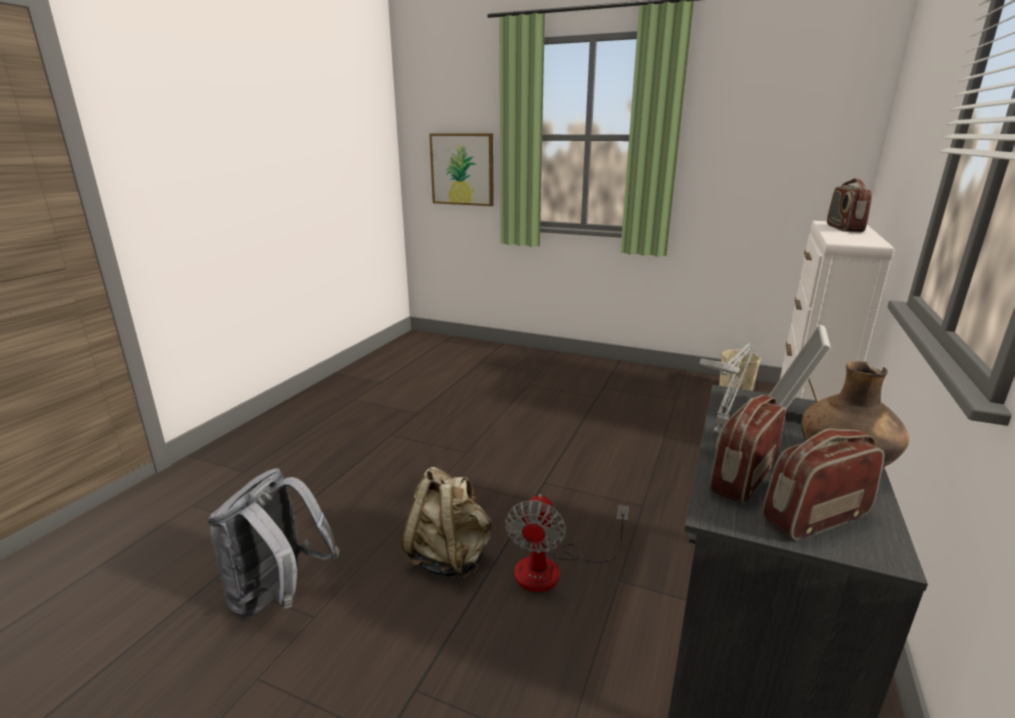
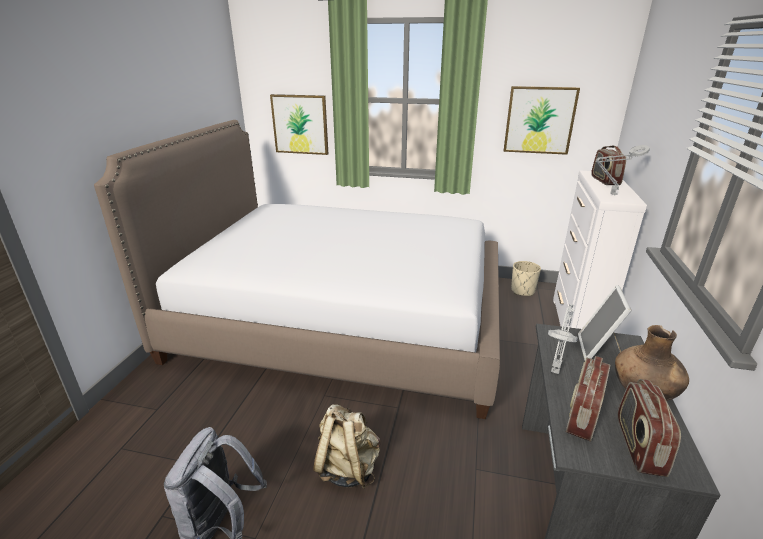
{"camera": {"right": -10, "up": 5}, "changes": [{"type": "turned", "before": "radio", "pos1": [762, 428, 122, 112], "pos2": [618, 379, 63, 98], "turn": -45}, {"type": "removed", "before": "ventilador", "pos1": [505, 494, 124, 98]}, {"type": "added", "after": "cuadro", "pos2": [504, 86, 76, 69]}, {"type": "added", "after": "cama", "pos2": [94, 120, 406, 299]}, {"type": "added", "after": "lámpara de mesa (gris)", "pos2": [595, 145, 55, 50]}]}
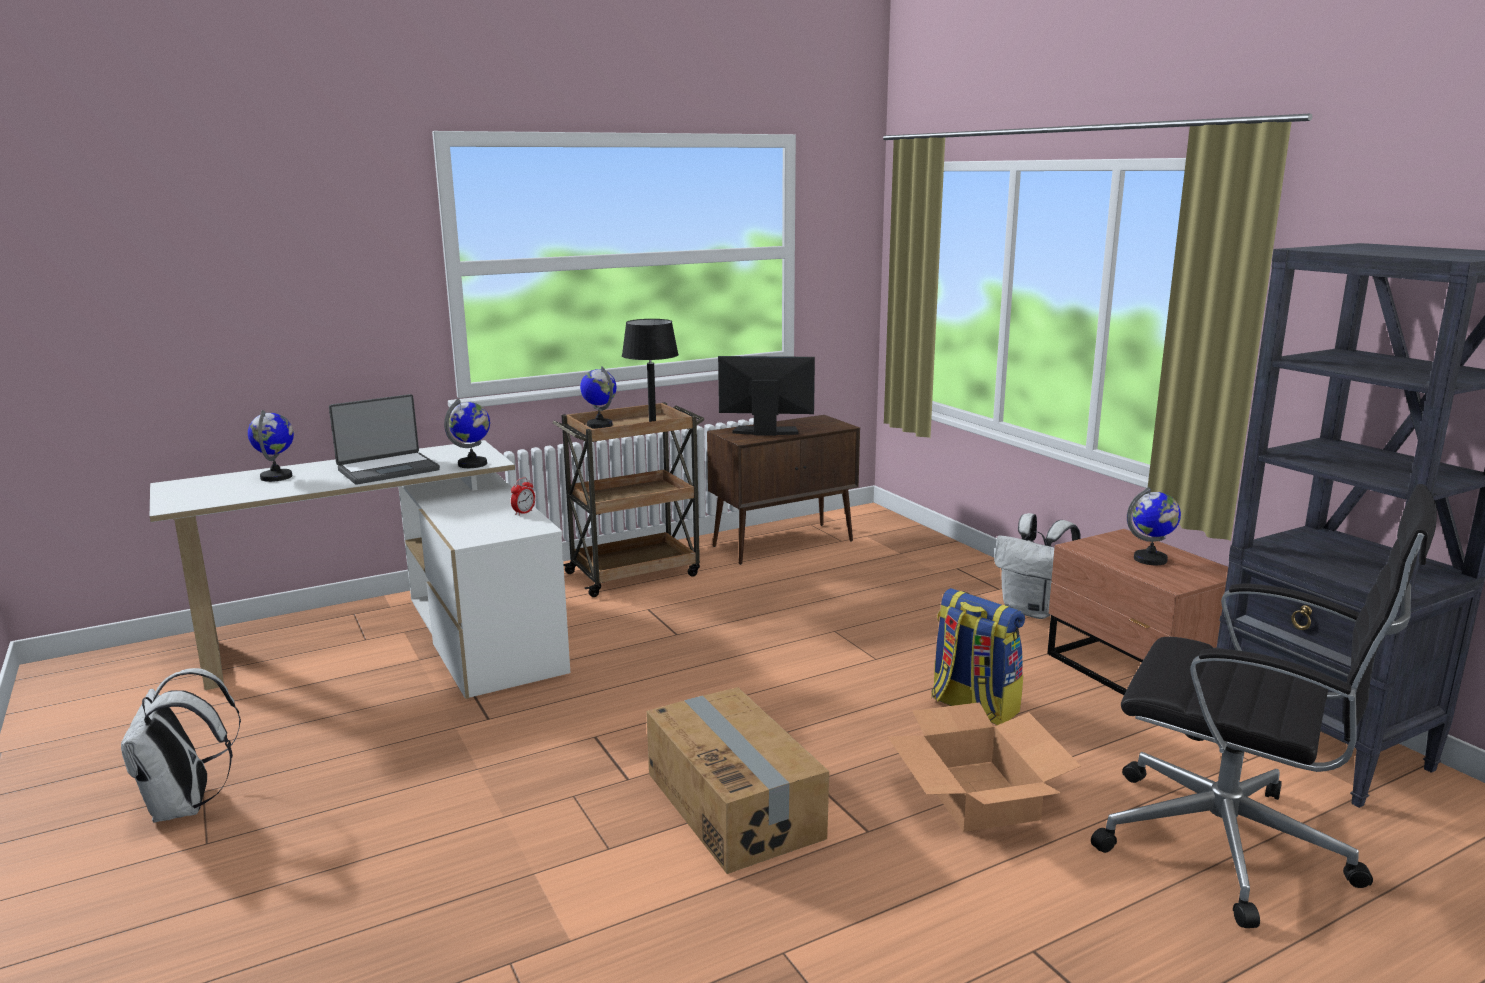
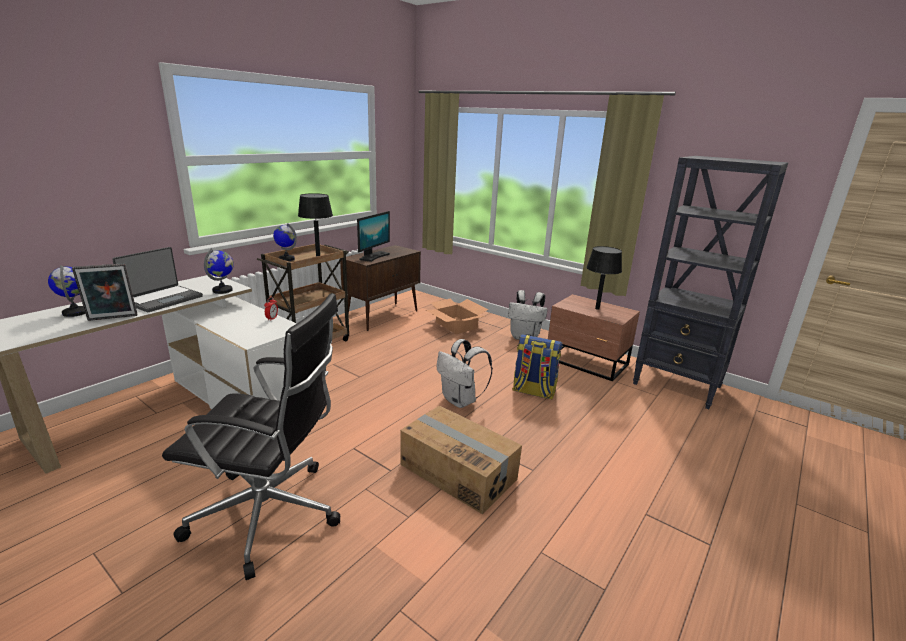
{"camera": {"right": -25, "up": 5}, "changes": [{"type": "turned", "before": "monitor", "pos1": [718, 356, 97, 80], "pos2": [357, 211, 33, 51], "turn": 135}, {"type": "moved", "before": "silla de oficina (negro)", "pos1": [1091, 484, 346, 444], "pos2": [162, 293, 178, 287]}, {"type": "replaced", "before": "globo terráqueo", "after": "lámpara de mesa (negro)", "pos1": [1127, 487, 54, 78], "pos2": [586, 246, 36, 64]}, {"type": "moved", "before": "mochila (blanco)", "pos1": [121, 668, 120, 155], "pos2": [437, 339, 56, 69]}, {"type": "moved", "before": "caja de cartón", "pos1": [887, 702, 194, 130], "pos2": [426, 298, 63, 36]}, {"type": "added", "after": "portarretratos", "pos2": [72, 263, 65, 58]}]}
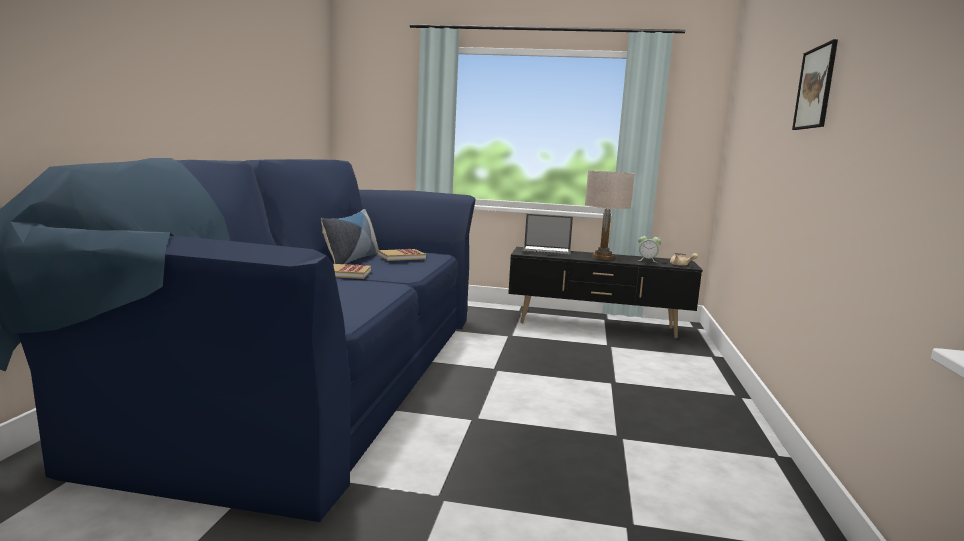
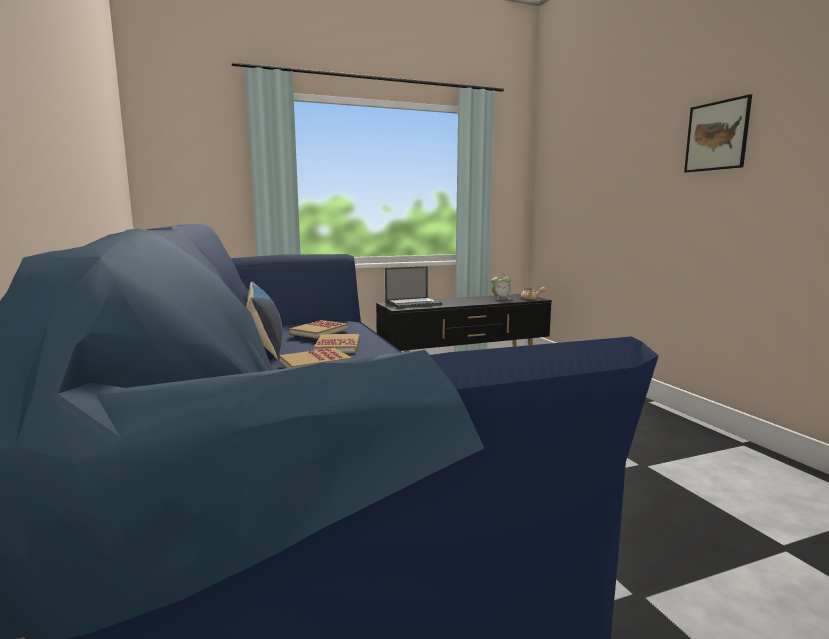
{"camera": {"right": -30, "up": 0}, "changes": [{"type": "removed", "before": "lámpara de mesa (beis)", "pos1": [585, 171, 50, 89]}, {"type": "added", "after": "libro", "pos2": [314, 334, 46, 19]}]}
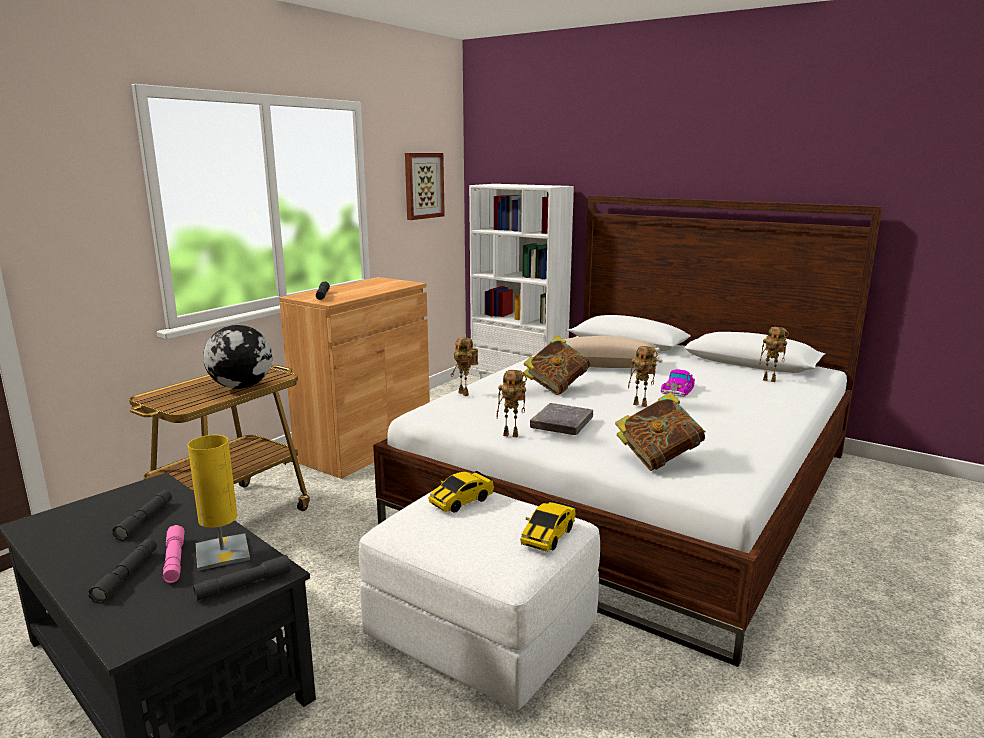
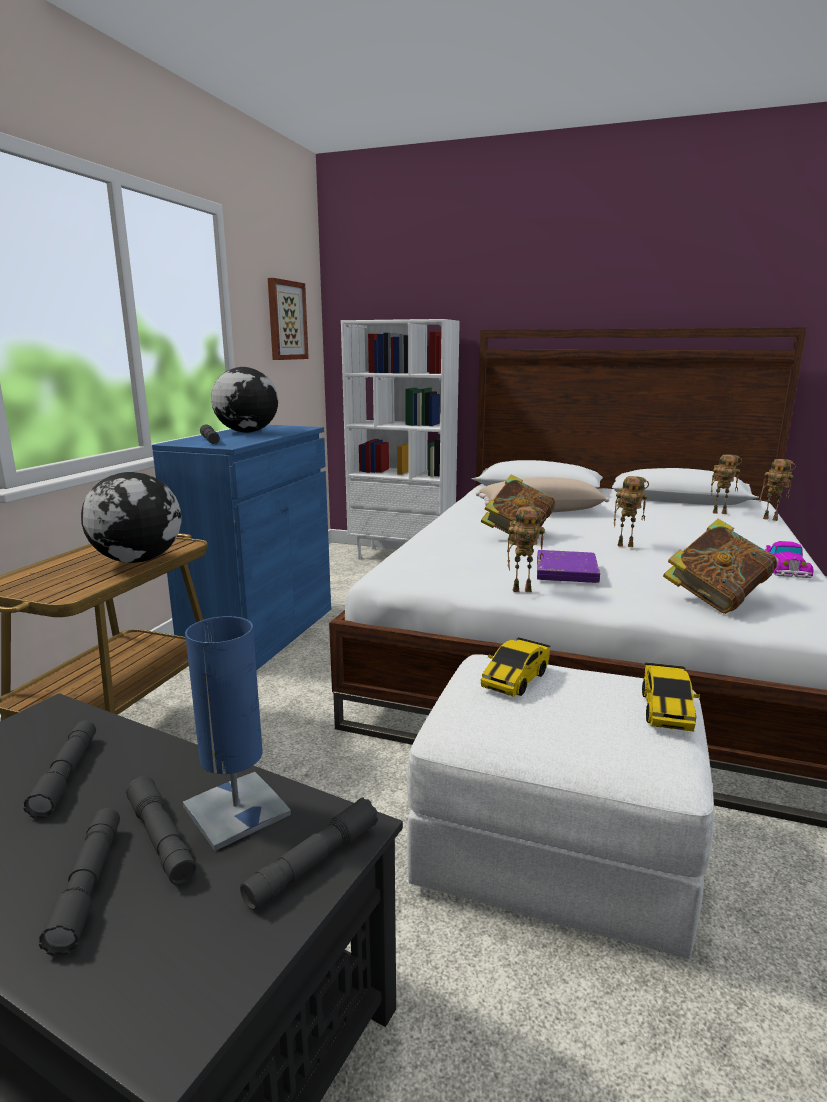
{"camera": {"right": -15, "up": 0}, "changes": [{"type": "recoloured", "before": "armario (marrón)", "after": "armario (azul)", "pos1": [279, 277, 151, 202], "pos2": [152, 425, 179, 246]}, {"type": "moved", "before": "robot de juguete", "pos1": [451, 337, 27, 59], "pos2": [760, 459, 36, 62]}, {"type": "moved", "before": "coche de juguete", "pos1": [661, 369, 34, 28], "pos2": [765, 541, 48, 37]}, {"type": "recoloured", "before": "libro (gris)", "after": "libro (morado)", "pos1": [530, 403, 63, 32], "pos2": [537, 550, 63, 33]}, {"type": "recoloured", "before": "lámpara de mesa (amarillo)", "after": "lámpara de mesa (azul)", "pos1": [188, 435, 62, 136], "pos2": [183, 616, 108, 235]}, {"type": "recoloured", "before": "linterna (rosa)", "after": "linterna (gris)", "pos1": [163, 525, 22, 58], "pos2": [126, 776, 70, 109]}, {"type": "added", "after": "globo terráqueo", "pos2": [211, 367, 67, 66]}]}
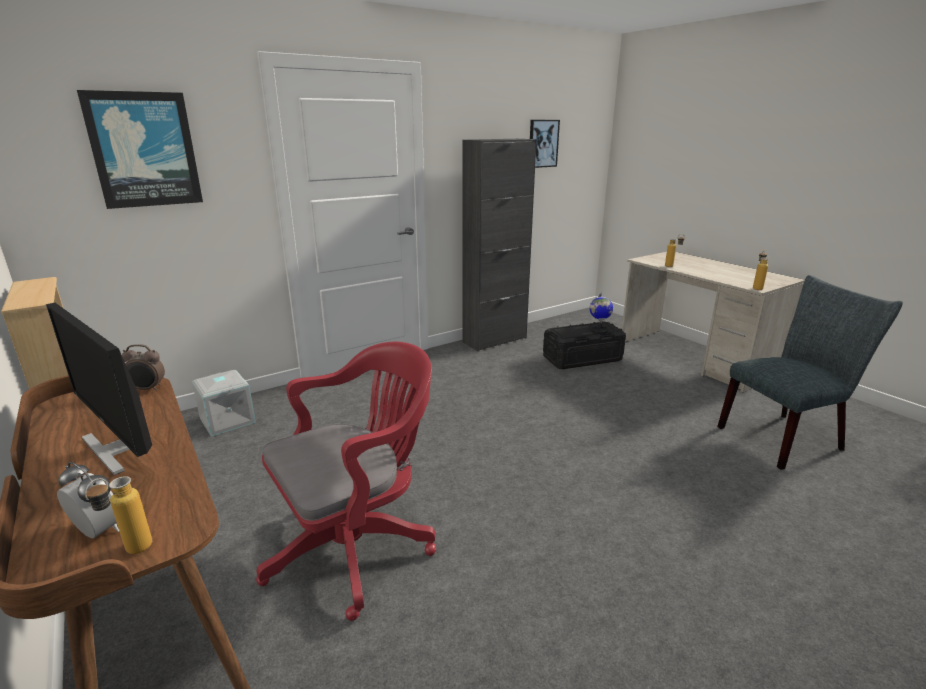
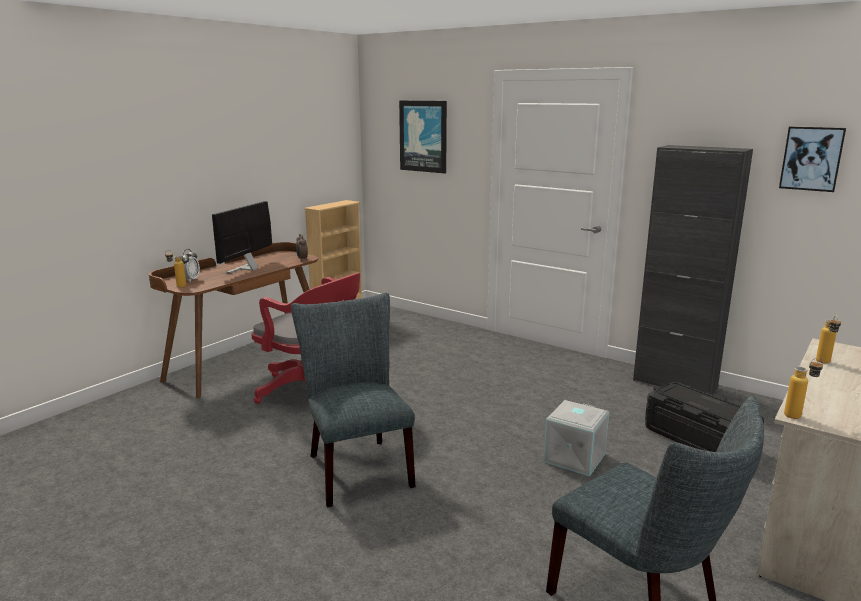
{"camera": {"right": 70, "up": -5}, "changes": [{"type": "removed", "before": "globo terráqueo", "pos1": [590, 293, 23, 41]}, {"type": "moved", "before": "caja de almacenaje (gris)", "pos1": [192, 370, 64, 67], "pos2": [543, 400, 66, 76]}, {"type": "added", "after": "silla (gris)", "pos2": [291, 293, 125, 214]}]}
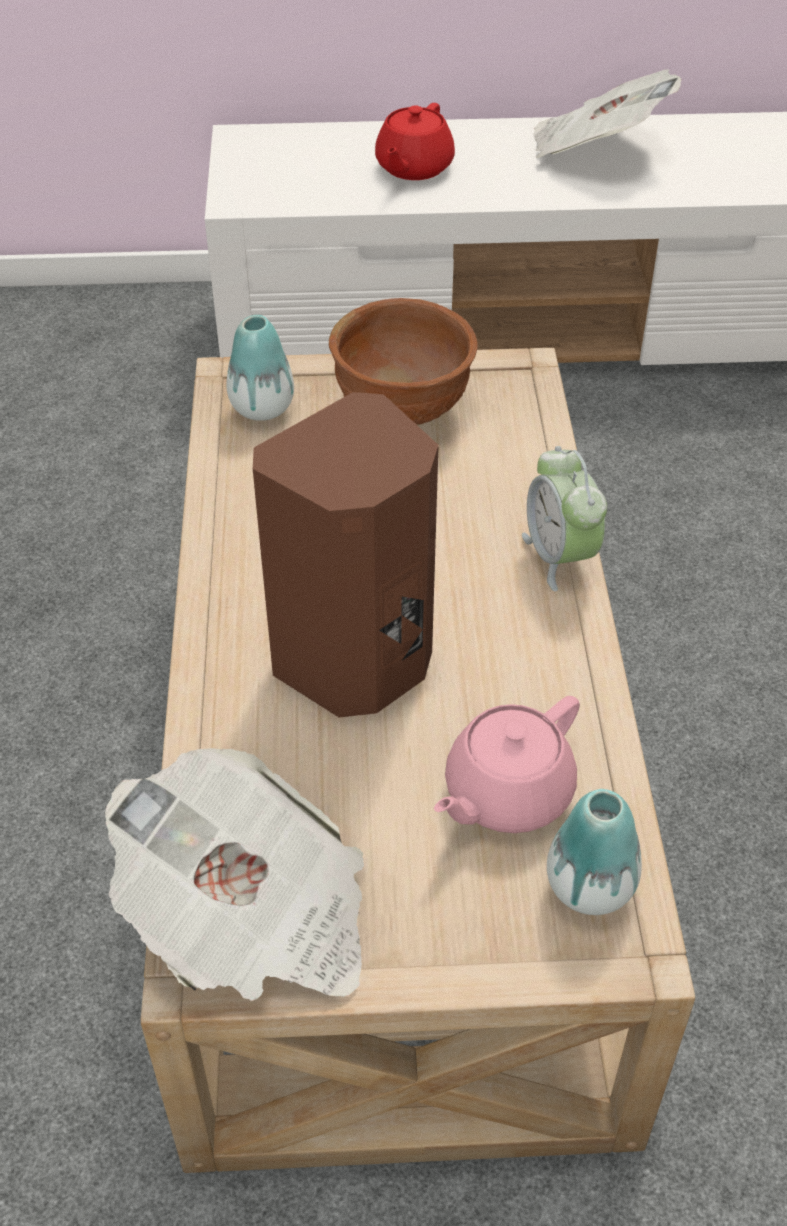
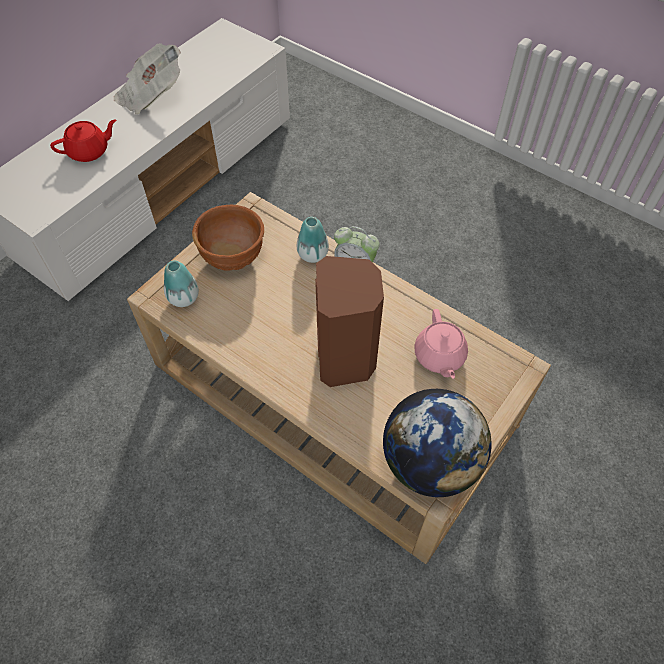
{"camera": {"right": -50, "up": 10}, "changes": [{"type": "turned", "before": "tetera (rojo)", "pos1": [375, 103, 80, 77], "pos2": [50, 119, 66, 43], "turn": -90}, {"type": "replaced", "before": "periódico", "after": "globo terráqueo", "pos1": [105, 748, 259, 253], "pos2": [383, 389, 109, 108]}, {"type": "moved", "before": "florero", "pos1": [547, 789, 95, 126], "pos2": [297, 217, 32, 46]}]}
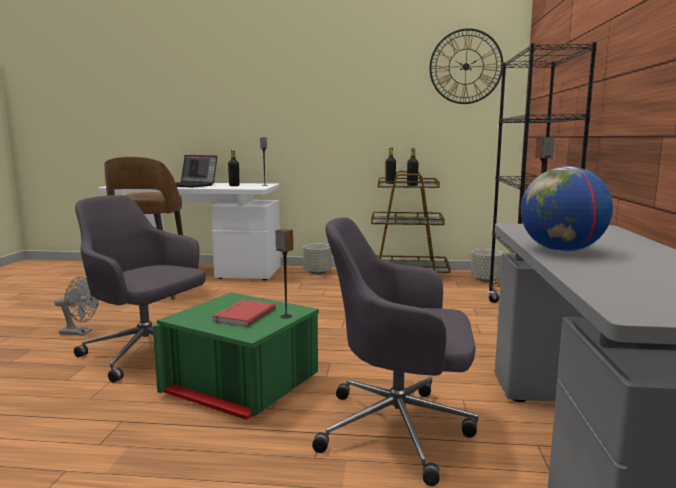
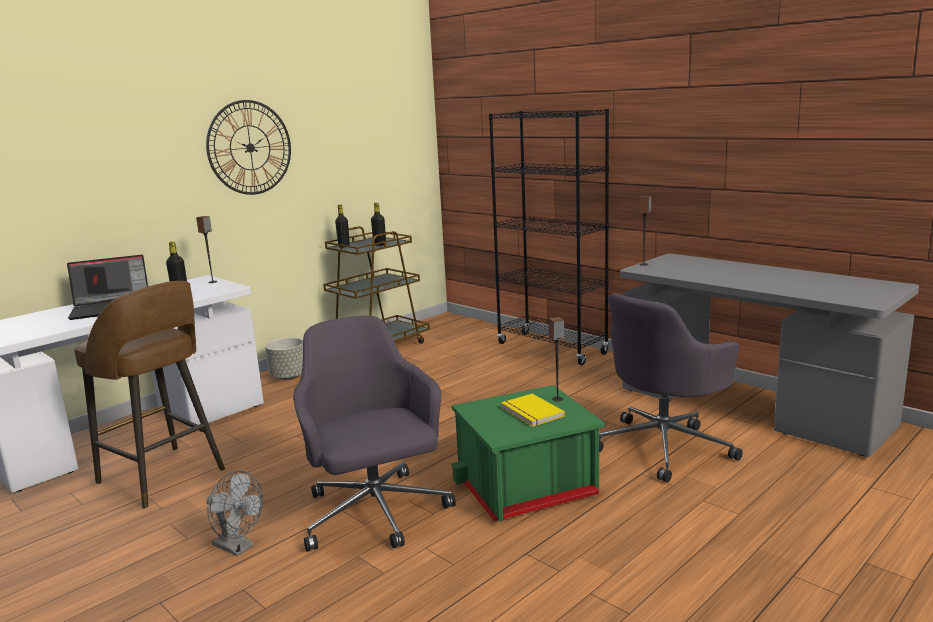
{"camera": {"right": -50, "up": 5}, "changes": [{"type": "moved", "before": "reloj de pared", "pos1": [429, 28, 74, 76], "pos2": [206, 100, 85, 95]}, {"type": "removed", "before": "globo terráqueo", "pos1": [521, 166, 92, 85]}, {"type": "turned", "before": "silla de oficina (gris)", "pos1": [74, 195, 132, 188], "pos2": [293, 316, 163, 236], "turn": 90}, {"type": "removed", "before": "maceta (gris)", "pos1": [471, 249, 32, 33]}, {"type": "turned", "before": "ventilador (gris)", "pos1": [54, 277, 45, 59], "pos2": [207, 471, 56, 85], "turn": 75}, {"type": "recoloured", "before": "libro (rojo)", "after": "libro (amarillo)", "pos1": [212, 300, 64, 27], "pos2": [501, 394, 64, 33]}]}
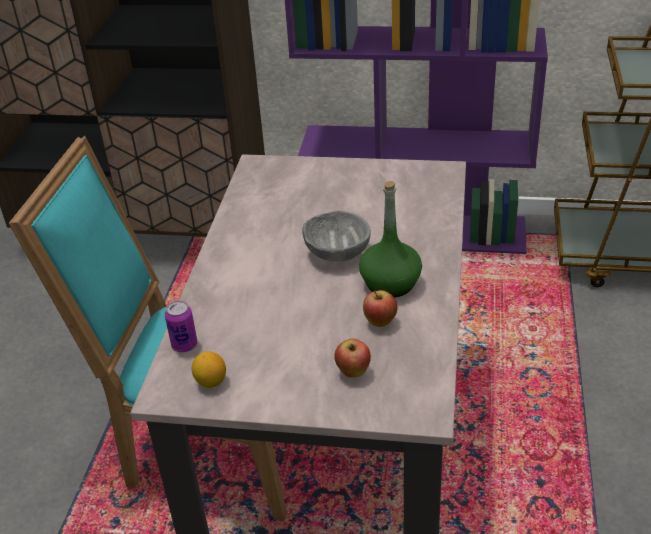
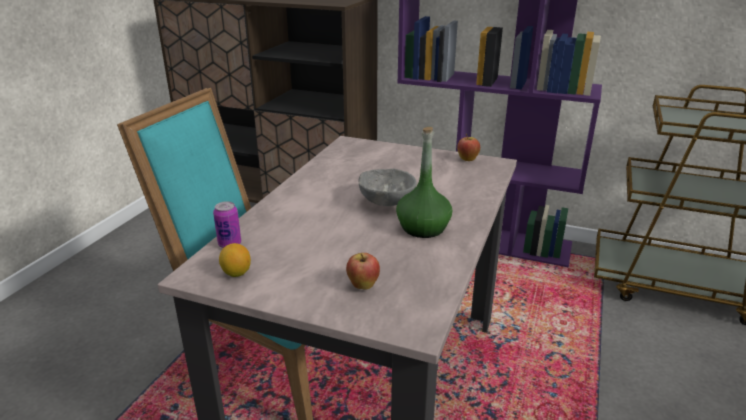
{"camera": {"right": 10, "up": -10}, "changes": [{"type": "moved", "before": "manzana", "pos1": [363, 290, 35, 37], "pos2": [457, 134, 23, 27]}]}
